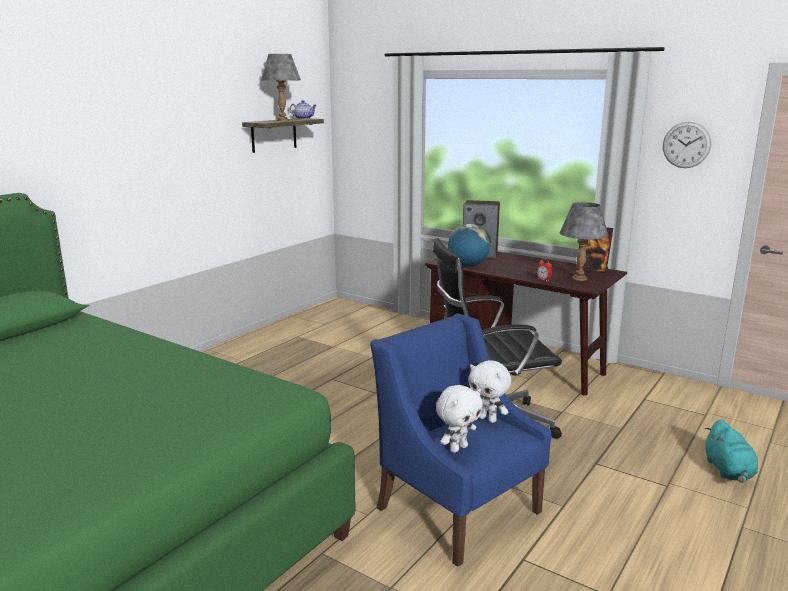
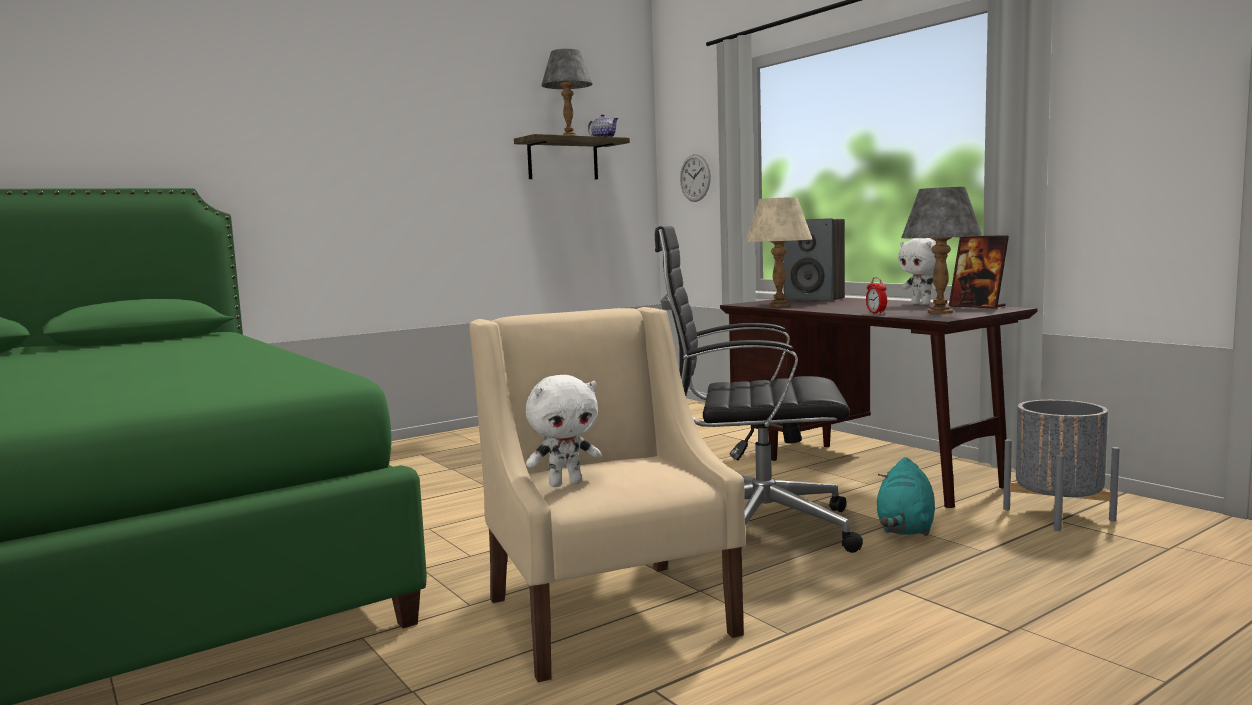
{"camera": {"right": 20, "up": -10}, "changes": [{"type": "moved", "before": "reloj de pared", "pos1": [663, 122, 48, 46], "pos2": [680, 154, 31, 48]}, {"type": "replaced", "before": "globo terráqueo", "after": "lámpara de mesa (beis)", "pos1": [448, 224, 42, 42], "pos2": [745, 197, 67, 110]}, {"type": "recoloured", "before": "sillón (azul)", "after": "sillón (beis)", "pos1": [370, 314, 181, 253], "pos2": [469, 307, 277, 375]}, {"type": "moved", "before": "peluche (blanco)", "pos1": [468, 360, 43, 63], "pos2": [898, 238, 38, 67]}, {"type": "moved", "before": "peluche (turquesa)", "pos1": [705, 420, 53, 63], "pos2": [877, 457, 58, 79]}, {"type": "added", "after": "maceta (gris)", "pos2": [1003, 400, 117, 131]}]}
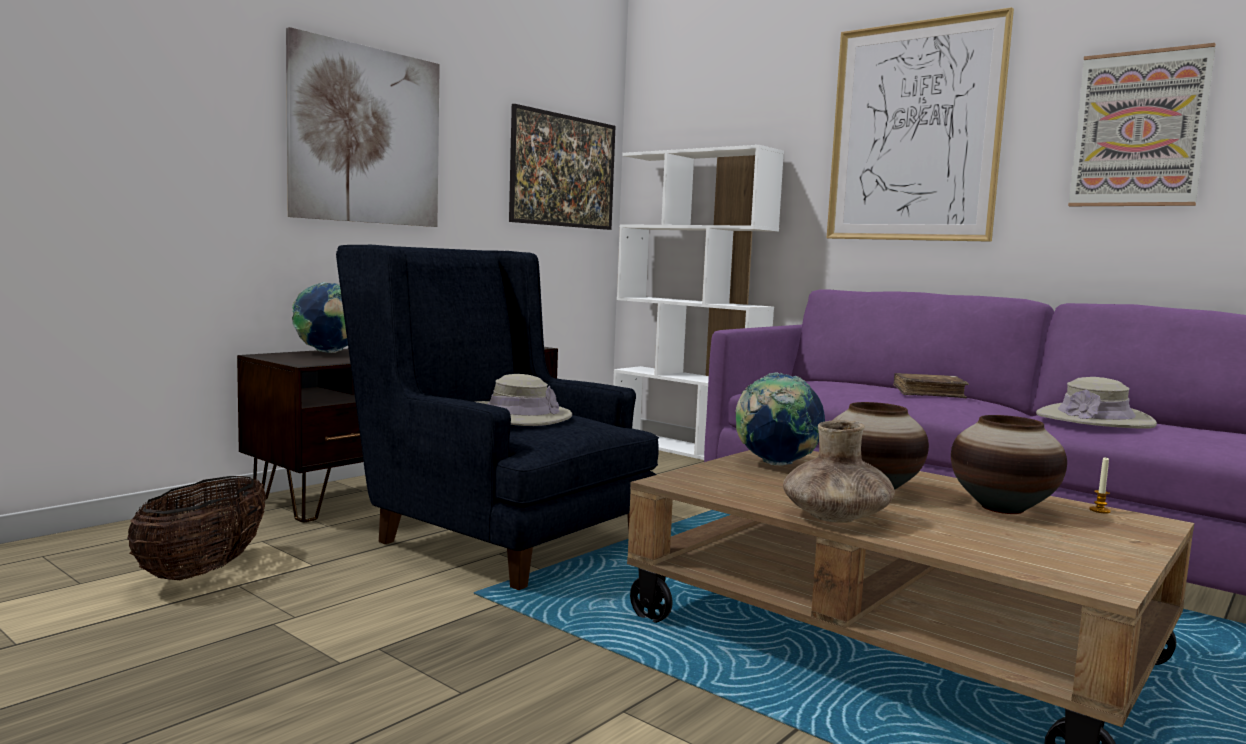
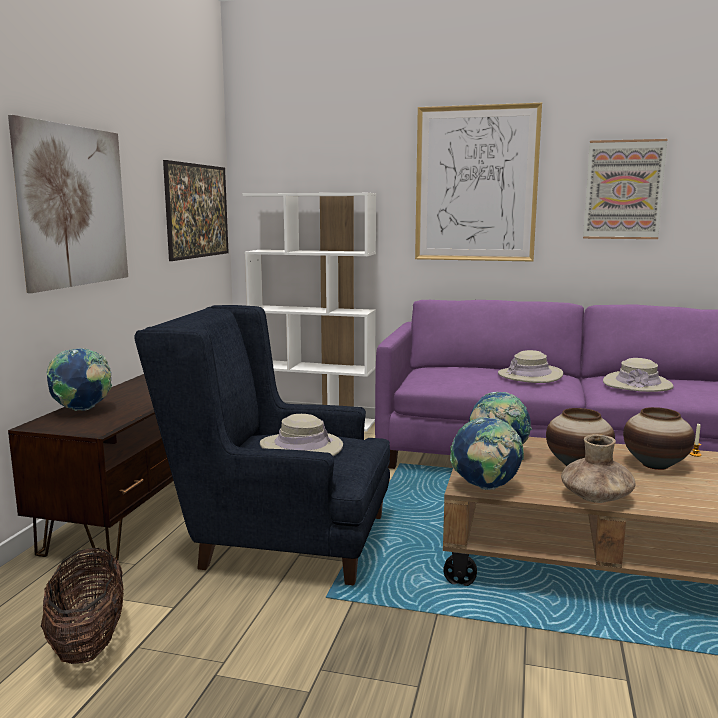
{"camera": {"right": -25, "up": 5}, "changes": [{"type": "replaced", "before": "libro (marrón)", "after": "sombrero (beis)", "pos1": [893, 373, 76, 25], "pos2": [498, 350, 65, 33]}, {"type": "added", "after": "globo terráqueo", "pos2": [450, 417, 74, 73]}]}
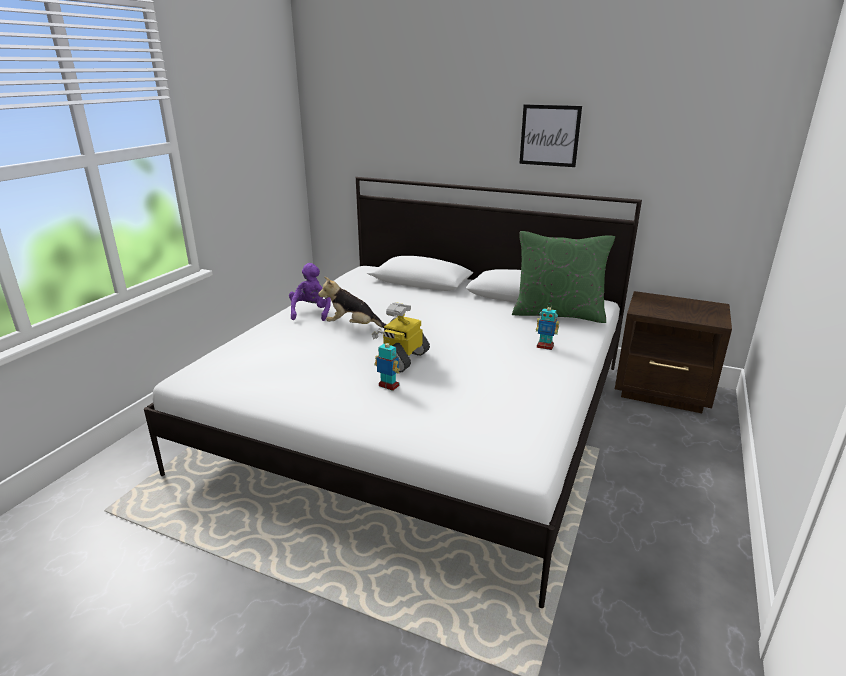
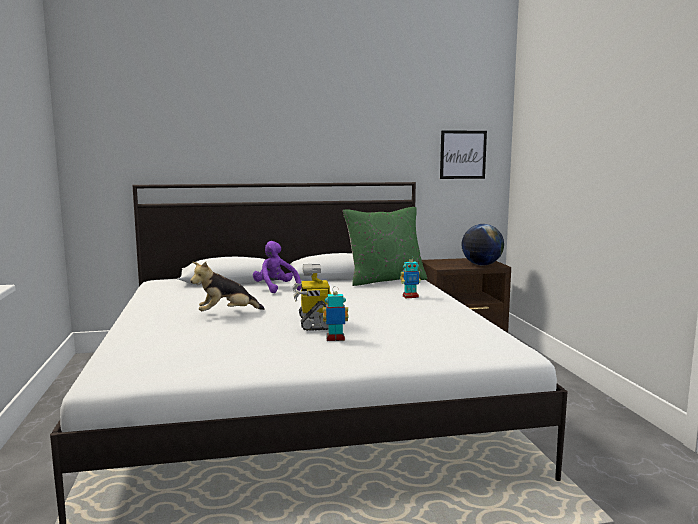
{"camera": {"right": -35, "up": -15}, "changes": [{"type": "moved", "before": "cuadro", "pos1": [519, 104, 63, 63], "pos2": [440, 130, 47, 49]}, {"type": "moved", "before": "peluche (morado)", "pos1": [289, 263, 42, 58], "pos2": [253, 241, 48, 52]}, {"type": "added", "after": "globo terráqueo", "pos2": [461, 224, 43, 42]}]}
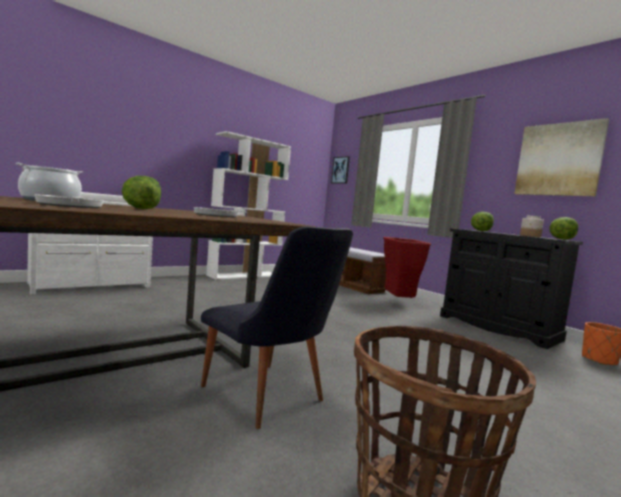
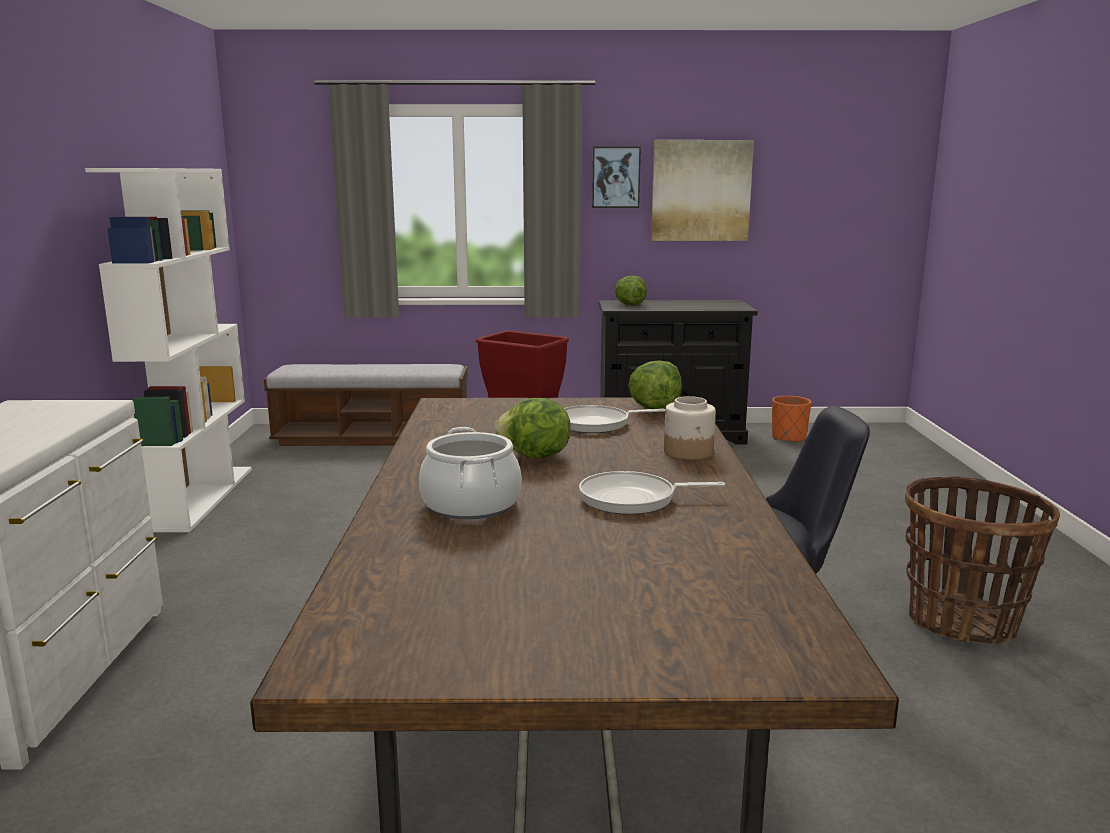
{"camera": {"right": -50, "up": 10}, "changes": [{"type": "moved", "before": "cuadro", "pos1": [331, 156, 19, 28], "pos2": [592, 147, 49, 61]}, {"type": "moved", "before": "tarro", "pos1": [520, 216, 24, 21], "pos2": [664, 396, 52, 64]}, {"type": "moved", "before": "lechuga", "pos1": [549, 217, 29, 23], "pos2": [628, 360, 54, 49]}]}
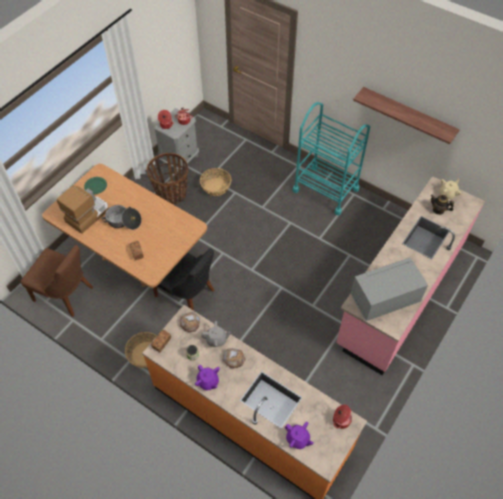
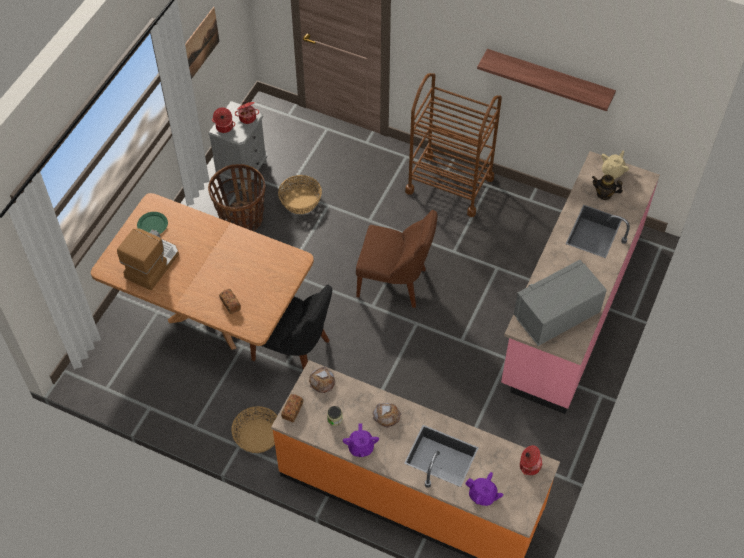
{"camera": {"right": -10, "up": 0}, "changes": [{"type": "recoloured", "before": "carrito (turquesa)", "after": "carrito (marrón)", "pos1": [292, 102, 78, 113], "pos2": [405, 73, 97, 144]}, {"type": "removed", "before": "olla", "pos1": [101, 205, 41, 25]}, {"type": "moved", "before": "silla (marrón)", "pos1": [21, 245, 72, 72], "pos2": [356, 210, 81, 98]}, {"type": "removed", "before": "tetera (gris)", "pos1": [201, 321, 30, 26]}, {"type": "turned", "before": "tetera (morado)", "pos1": [195, 364, 25, 26], "pos2": [343, 423, 36, 34], "turn": 45}, {"type": "added", "after": "cuadro", "pos2": [185, 7, 35, 72]}]}
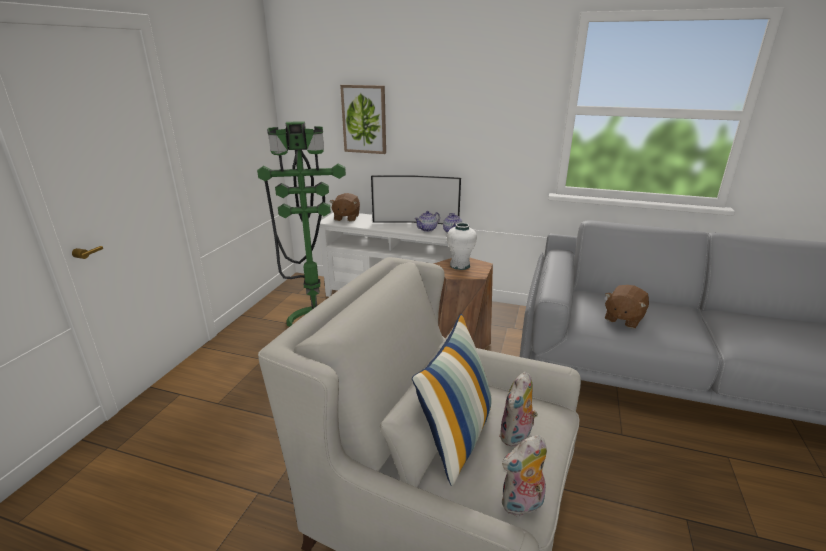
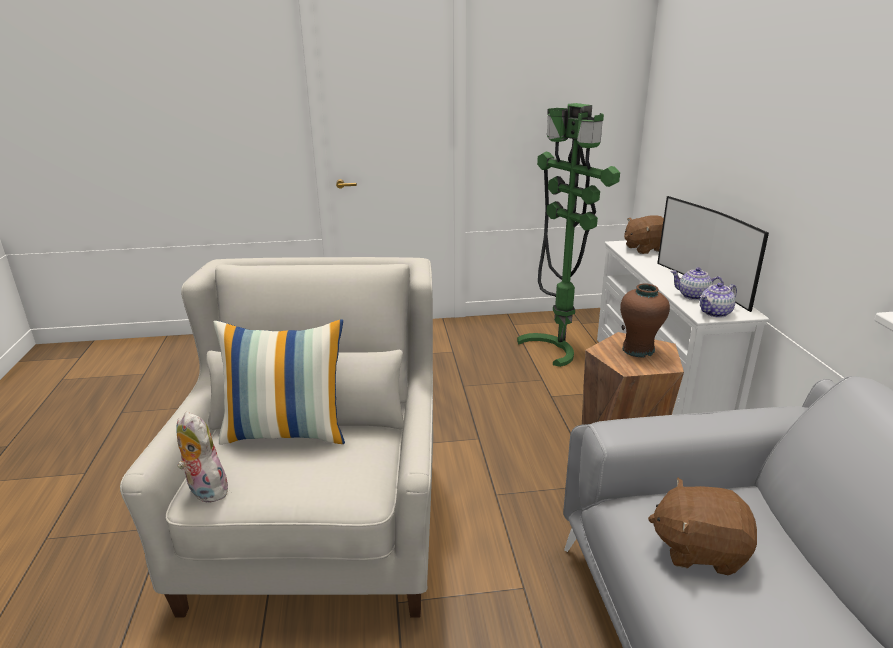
{"camera": {"right": 65, "up": 0}, "changes": [{"type": "removed", "before": "cuadro", "pos1": [340, 85, 46, 69]}, {"type": "recoloured", "before": "florero (blanco)", "after": "florero (marrón)", "pos1": [447, 223, 30, 47], "pos2": [620, 283, 50, 75]}, {"type": "removed", "before": "peluche", "pos1": [499, 371, 39, 76]}]}
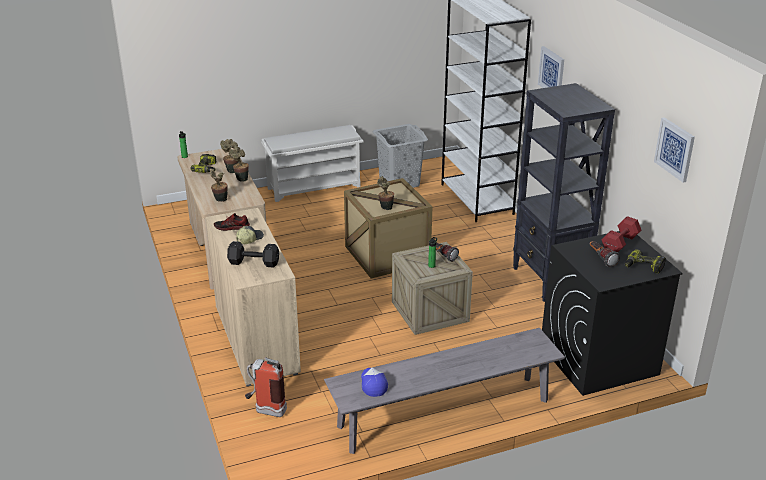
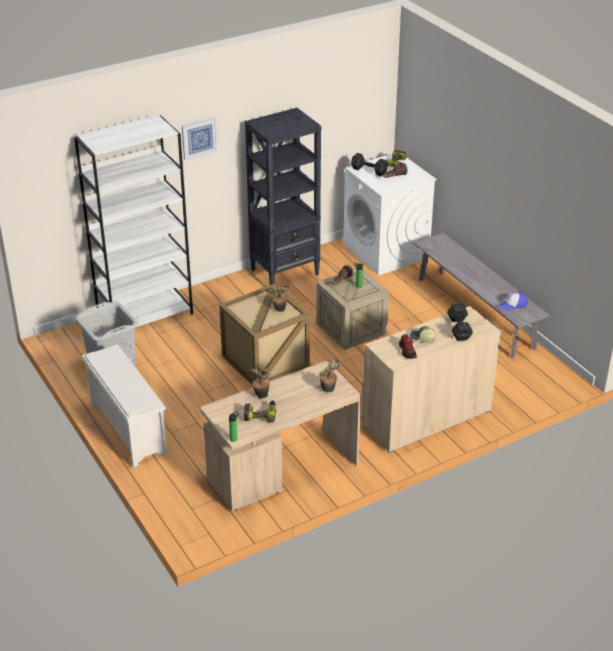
{"camera": {"right": -100, "up": 5}, "changes": [{"type": "removed", "before": "cuadro", "pos1": [654, 117, 41, 65]}, {"type": "removed", "before": "planta en maceta", "pos1": [230, 147, 19, 35]}, {"type": "recoloured", "before": "mancuerna (rojo)", "after": "mancuerna (negro)", "pos1": [602, 216, 39, 36], "pos2": [351, 153, 37, 23]}, {"type": "recoloured", "before": "lavadora (negro)", "after": "lavadora (blanco)", "pos1": [542, 231, 141, 165], "pos2": [343, 154, 94, 121]}, {"type": "removed", "before": "extintor", "pos1": [245, 357, 42, 60]}]}
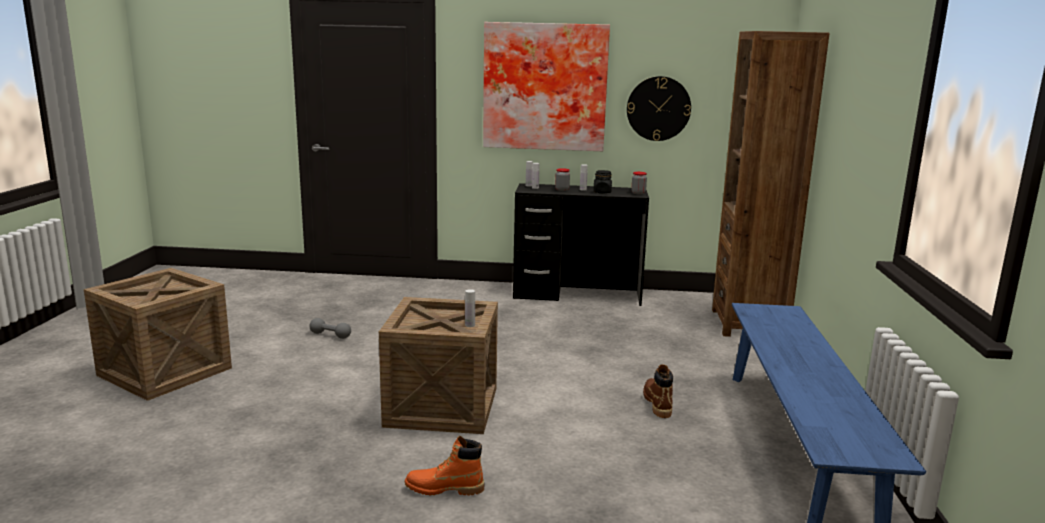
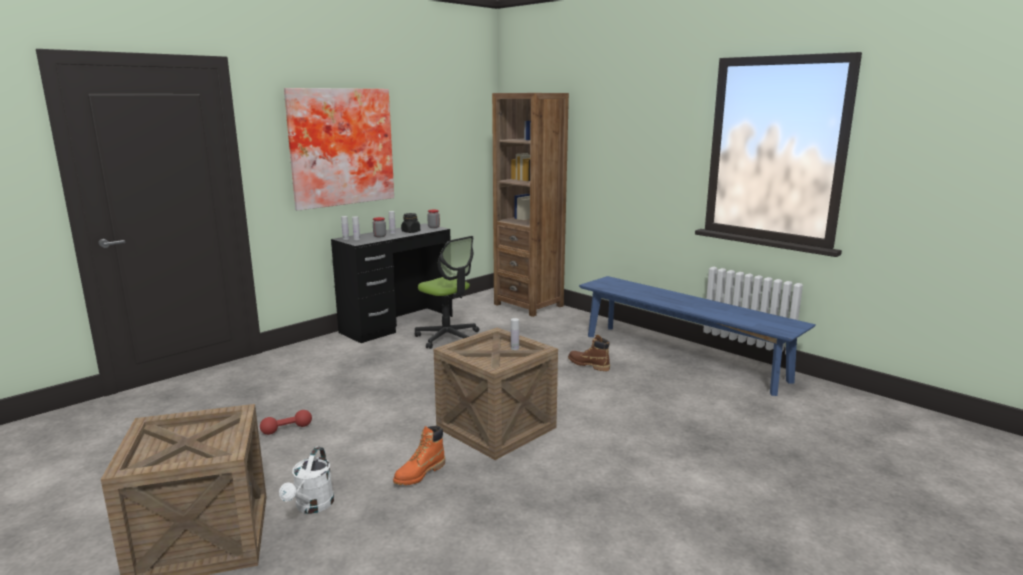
{"camera": {"right": -50, "up": 0}, "changes": [{"type": "removed", "before": "reloj de pared", "pos1": [627, 76, 64, 65]}, {"type": "recoloured", "before": "mancuerna (gris)", "after": "mancuerna (rojo)", "pos1": [309, 318, 42, 21], "pos2": [260, 410, 52, 25]}, {"type": "moved", "before": "bota (naranja)", "pos1": [405, 436, 79, 59], "pos2": [393, 426, 52, 59]}, {"type": "added", "after": "silla de oficina", "pos2": [415, 236, 64, 113]}, {"type": "added", "after": "regadera (blanco)", "pos2": [279, 447, 55, 67]}]}
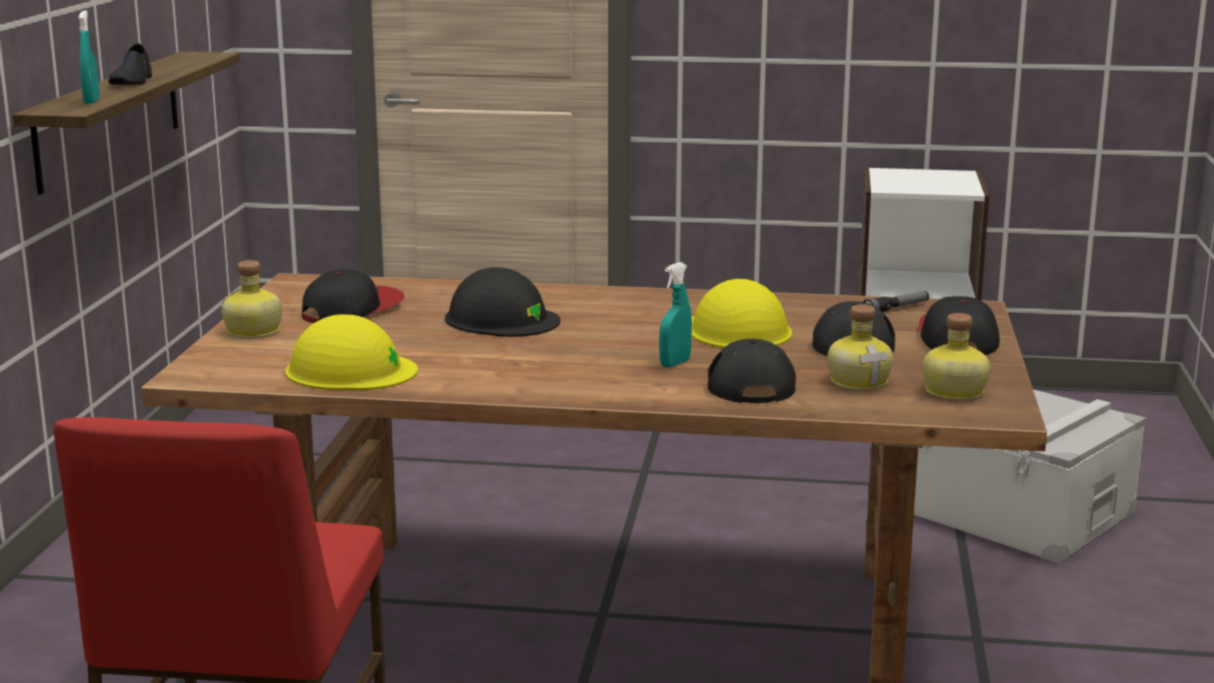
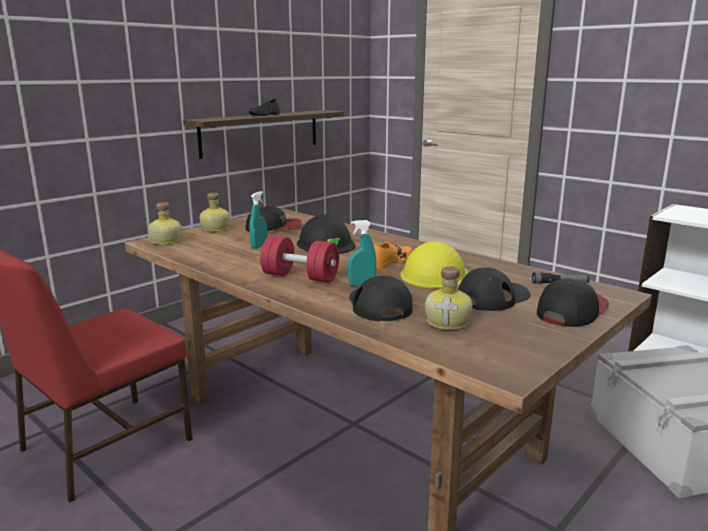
{"camera": {"right": 35, "up": 0}, "changes": [{"type": "moved", "before": "pulverizador (turquesa)", "pos1": [78, 10, 22, 94], "pos2": [249, 191, 19, 58]}, {"type": "moved", "before": "botella", "pos1": [923, 313, 67, 87], "pos2": [148, 202, 34, 43]}, {"type": "removed", "before": "casco (amarillo)", "pos1": [286, 314, 132, 76]}, {"type": "turned", "before": "gorra (negro)", "pos1": [708, 339, 88, 64], "pos2": [349, 276, 64, 46], "turn": -45}, {"type": "added", "after": "mancuerna (rojo)", "pos2": [260, 236, 79, 47]}, {"type": "added", "after": "zapato (naranja)", "pos2": [374, 242, 39, 27]}]}
